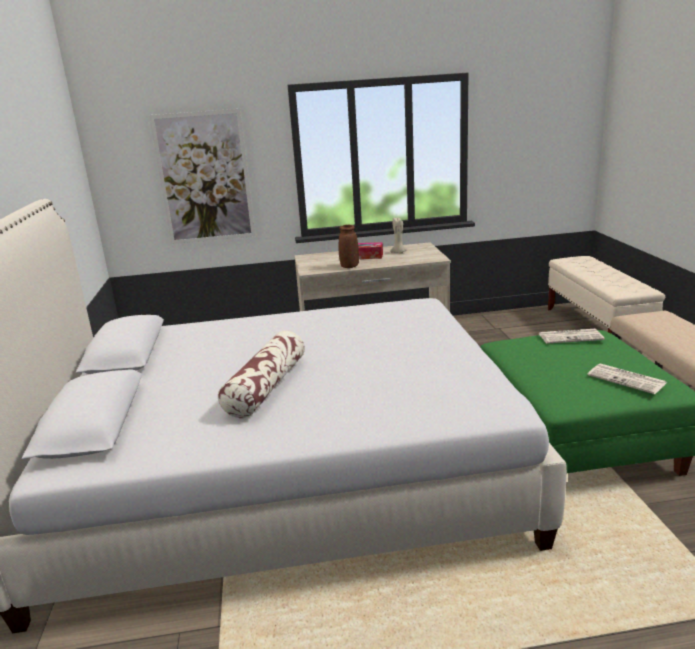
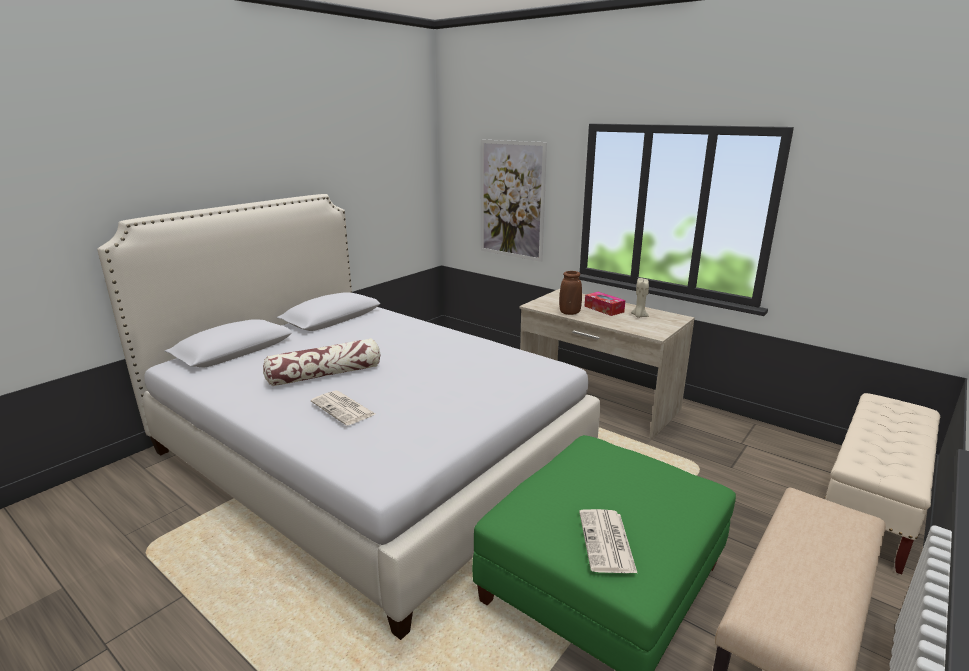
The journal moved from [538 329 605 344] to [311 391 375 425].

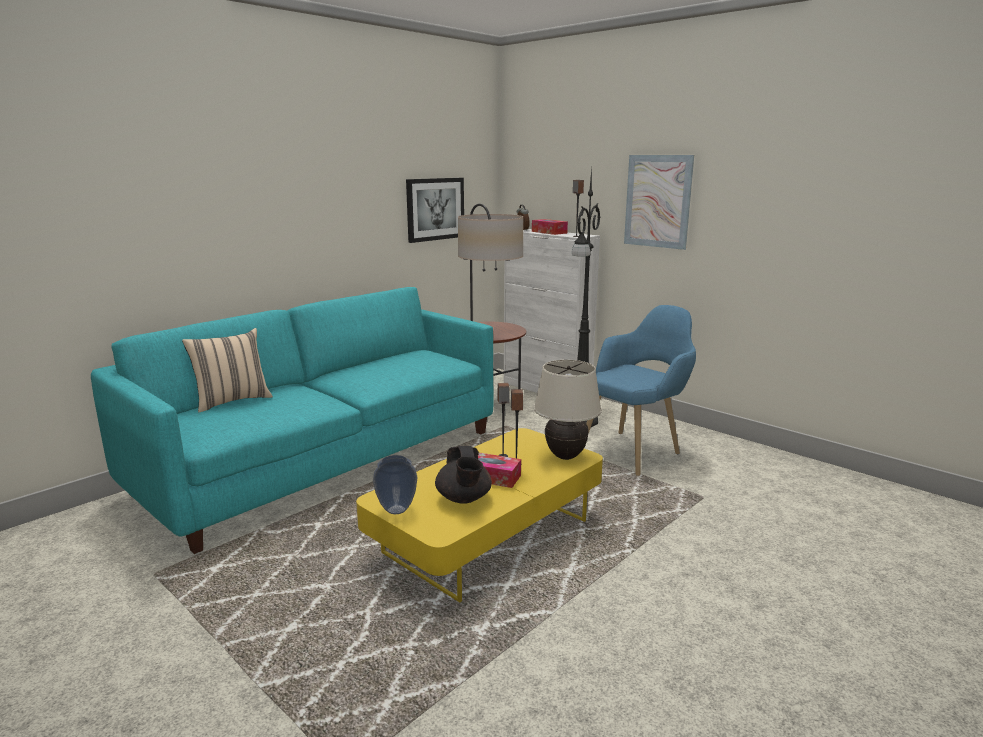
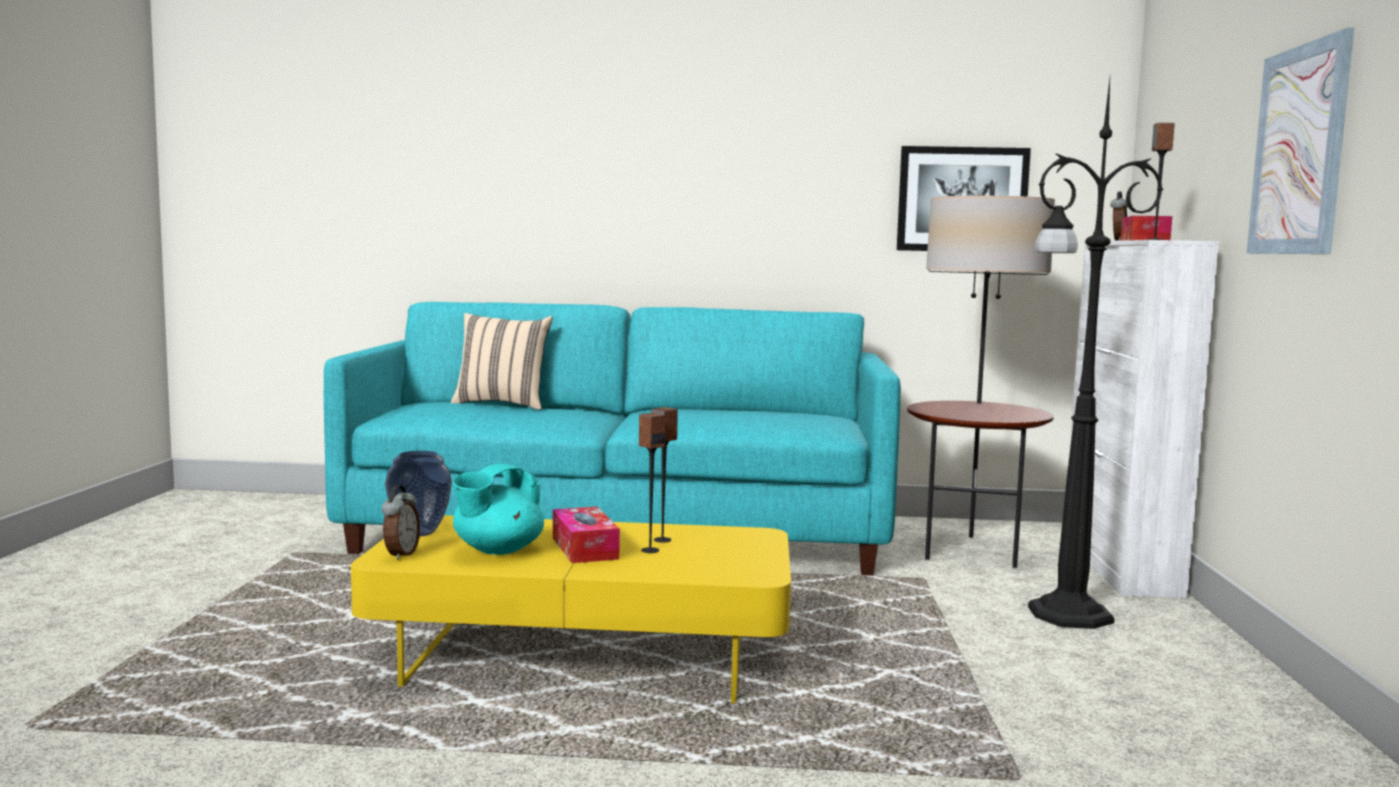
The fauteuil/bleu at [586 305 696 476] disappeared. The lampe de table/beige at [534 360 602 460] disappeared. The théière/noir at [435 446 492 504] became the théière/turquoise at [453 463 544 555]. The réveil at [382 485 420 560] appeared.

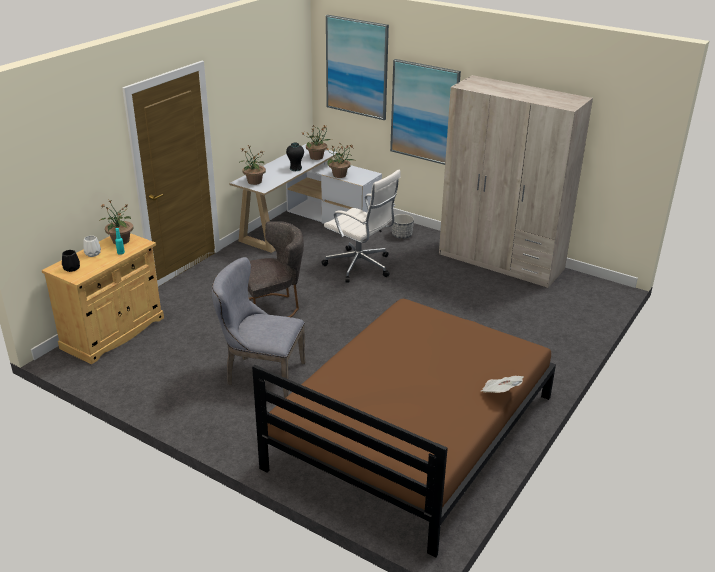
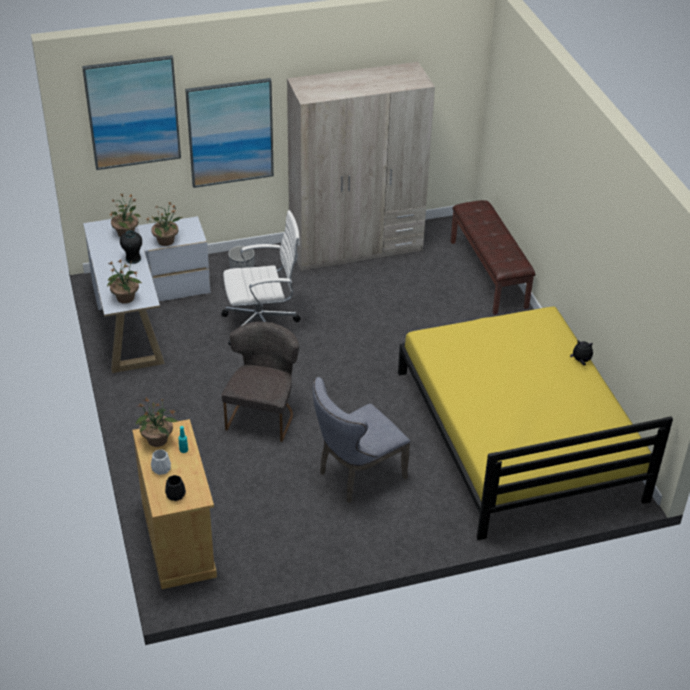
The lit/marron at [252 299 556 558] became the lit/jaune at [398 307 673 540]. The journal at [480 376 524 393] was replaced by the peluche at [570 340 593 366]. The banc/marron at [451 200 535 315] appeared.

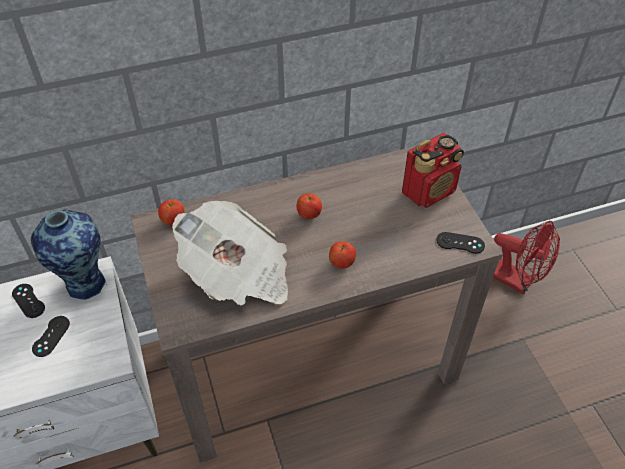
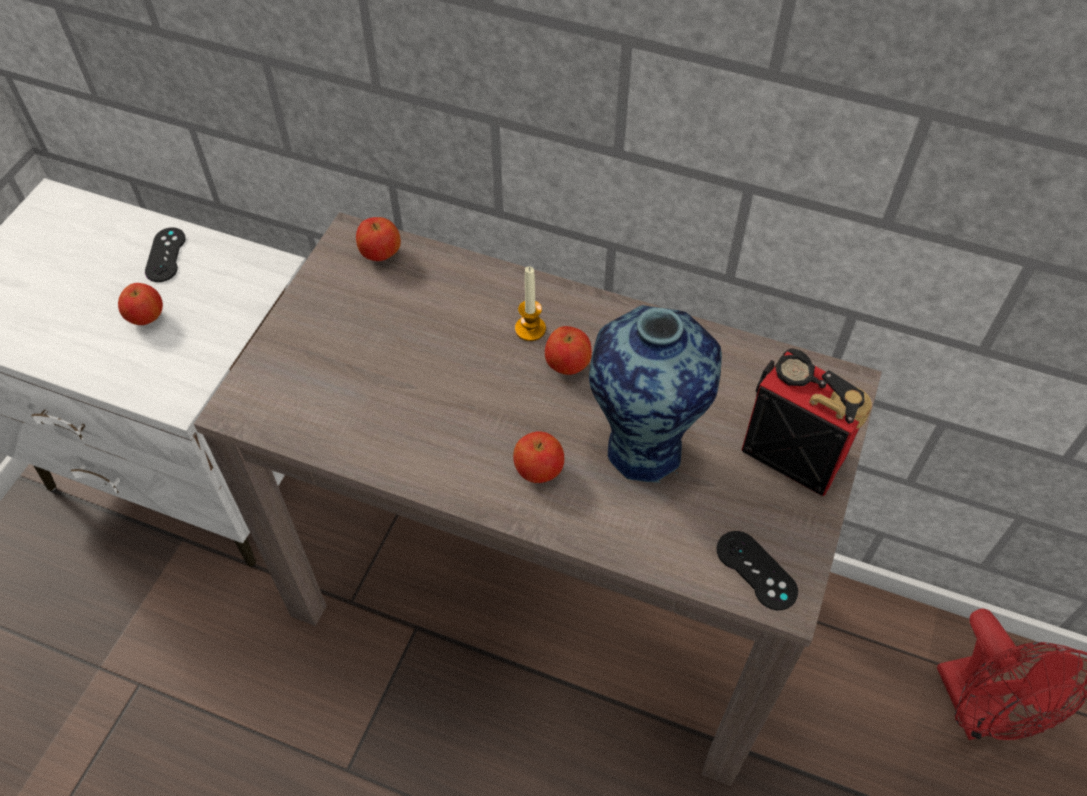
The radio at [402 133 464 208] turned 150 degrees counterclockwise. The journal at [172 201 288 305] disappeared. The vase moved from [31 210 107 300] to [589 305 722 483]. The manette/noir at [32 316 70 357] was replaced by the pomme at [118 283 163 325]. The bougie at [515 266 546 341] appeared.

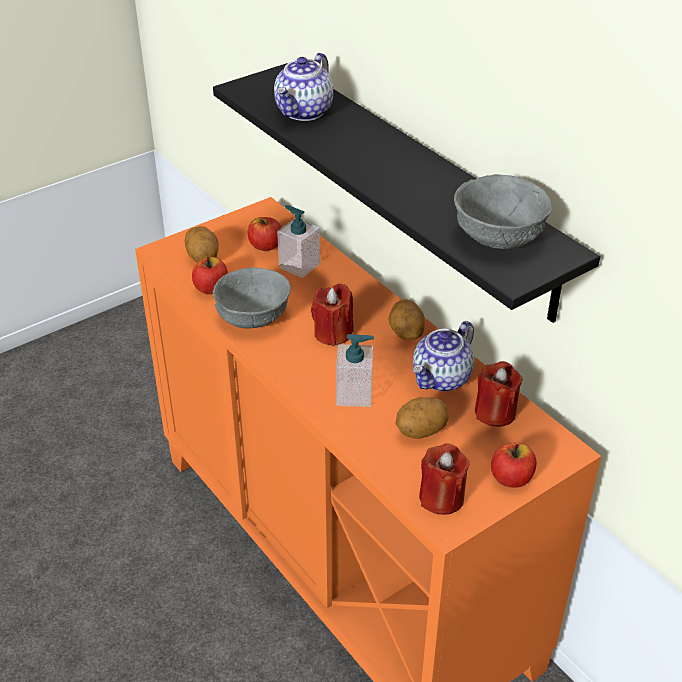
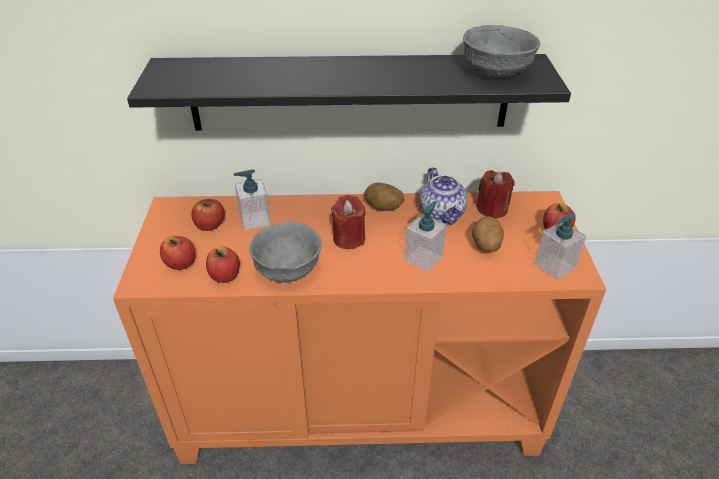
The théière at [274 53 333 121] disappeared. The pomme de terre at [185 226 219 263] was replaced by the pomme at [160 236 196 270]. The bougie/rouge at [419 443 470 515] was replaced by the distributeur de savon at [534 213 586 280].

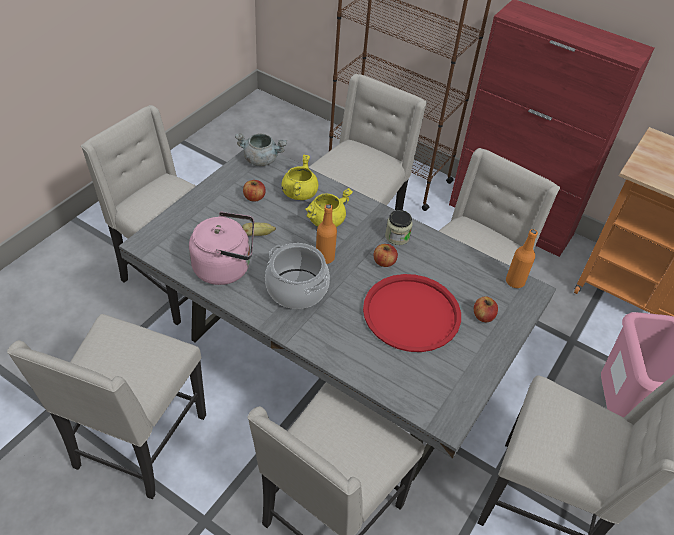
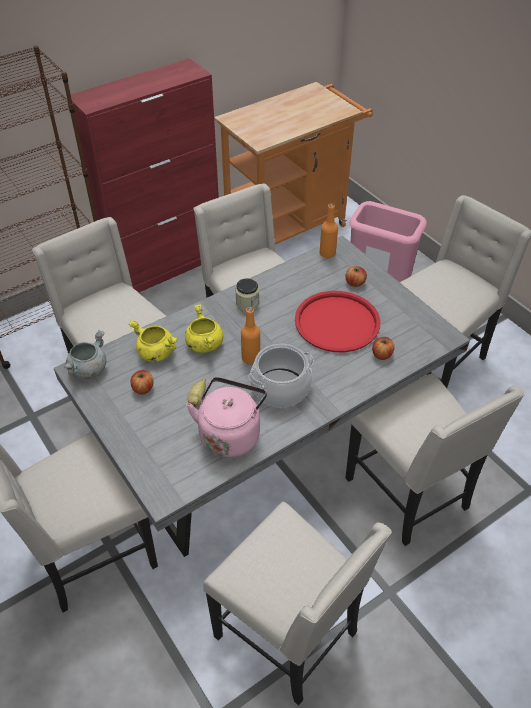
The pomme moved from [374 244 398 267] to [372 337 395 360].

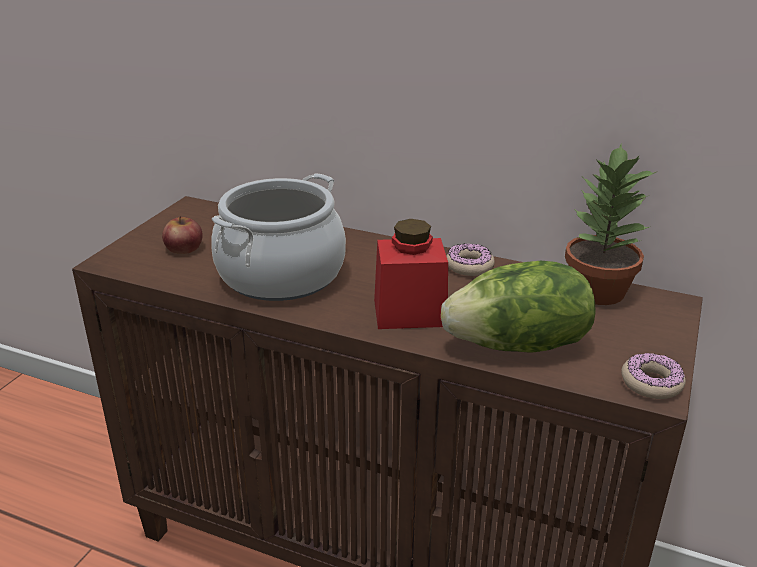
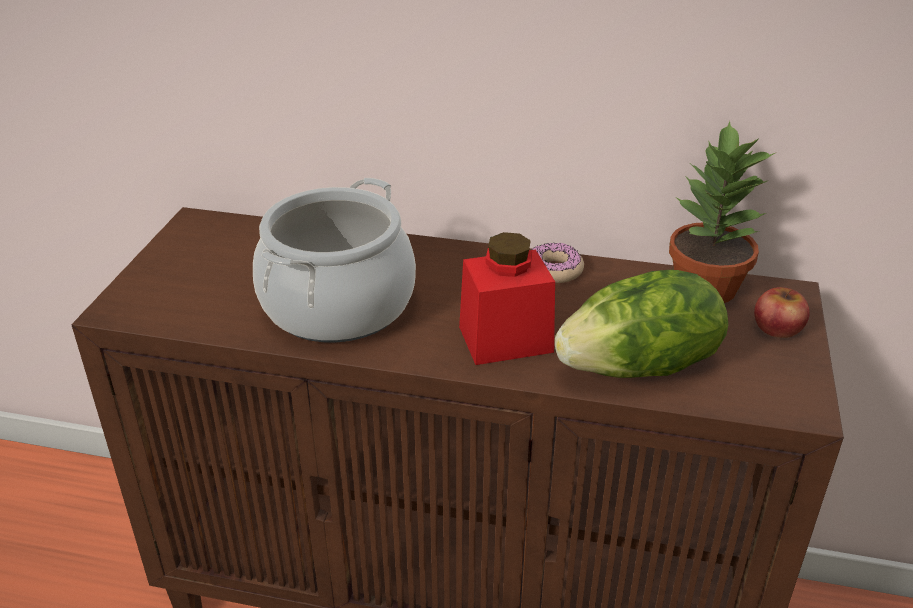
The pomme moved from [162 216 203 254] to [754 287 810 338]. The beignet at [621 352 686 399] disappeared.

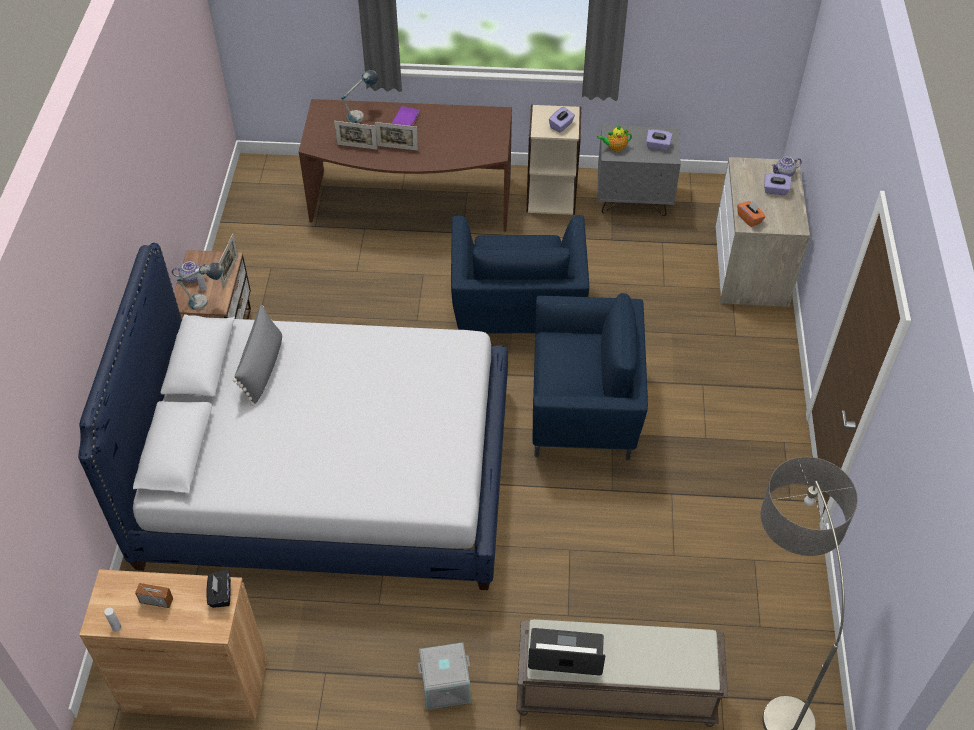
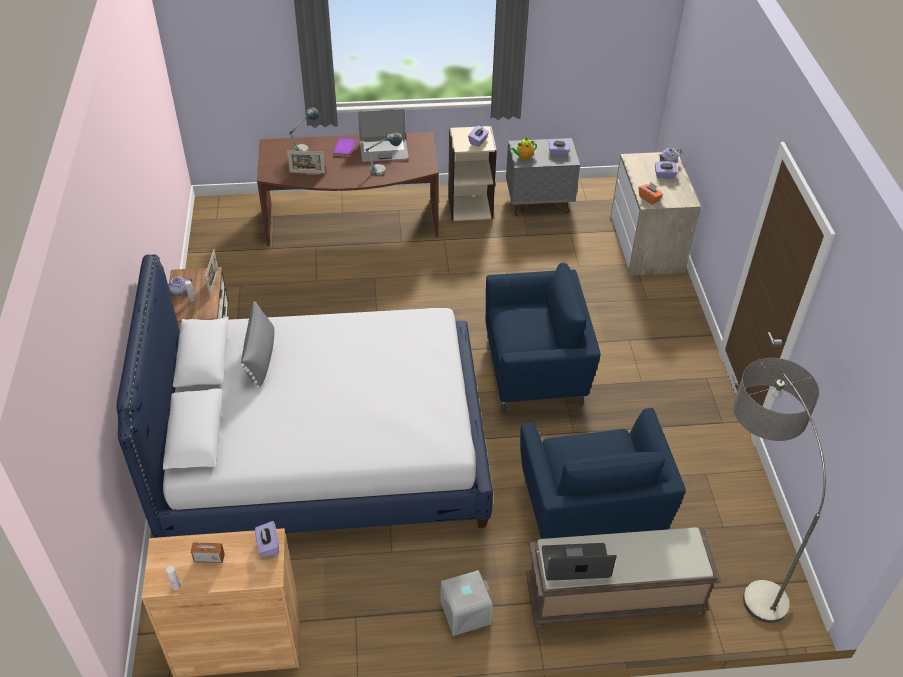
The cadre photo at [375 122 418 151] disappeared. The fauteuil/bleu moved from [451 215 589 333] to [520 408 686 539]. The lampe de table moved from [177 263 223 310] to [365 133 402 175]. The boîte à mouchoirs/noir at [207 570 231 608] became the boîte à mouchoirs/violet at [255 521 279 557]. The ordinateur portable at [358 109 409 162] appeared.

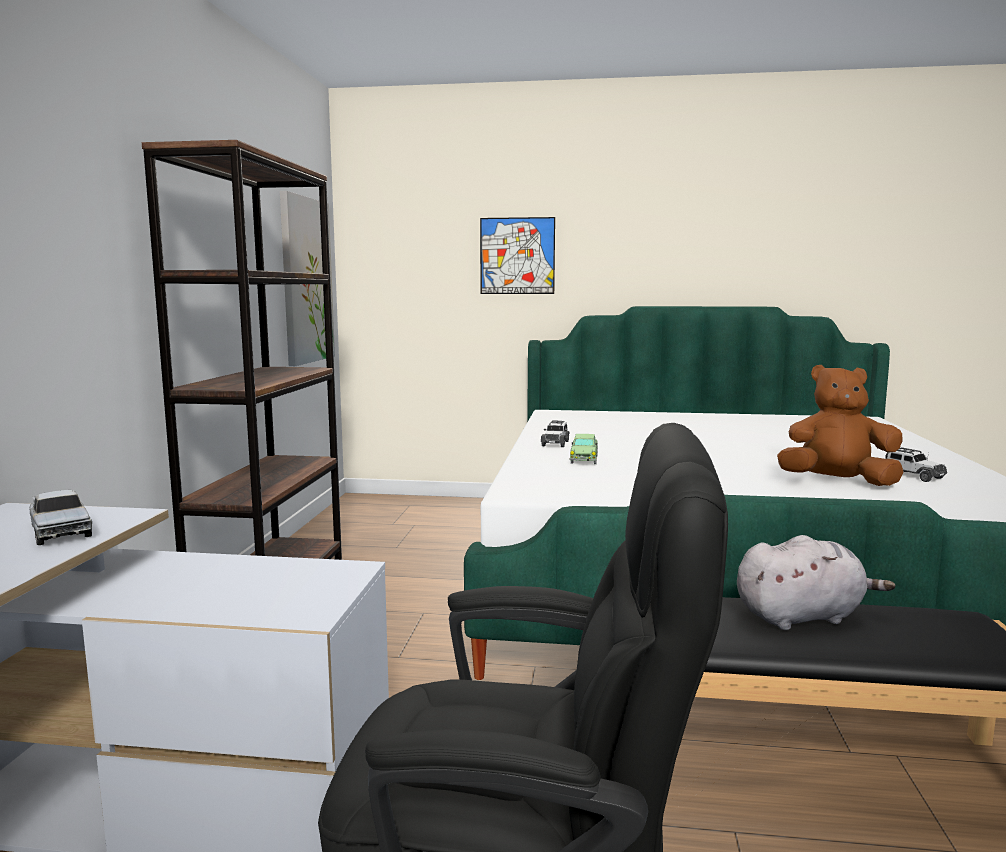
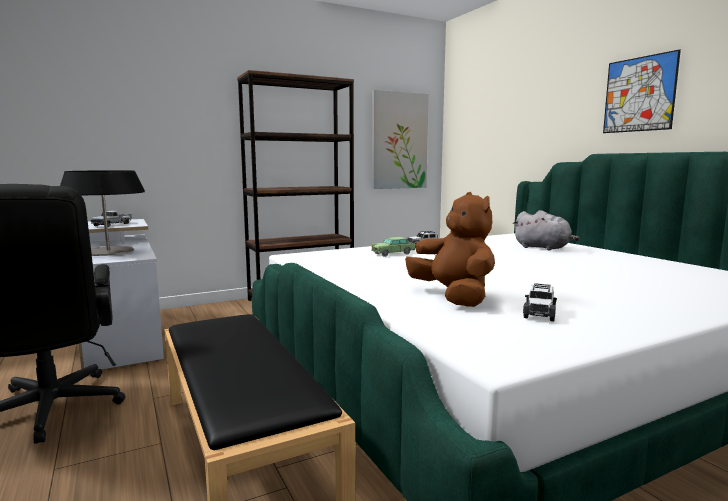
The tableau moved from [480 217 555 294] to [603 49 681 133]. The peluche/gris moved from [737 535 895 630] to [513 210 579 251]. The lampe de table at [60 170 145 256] appeared.

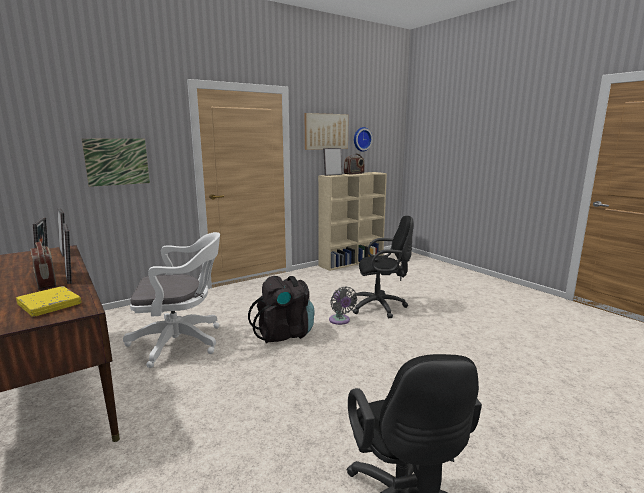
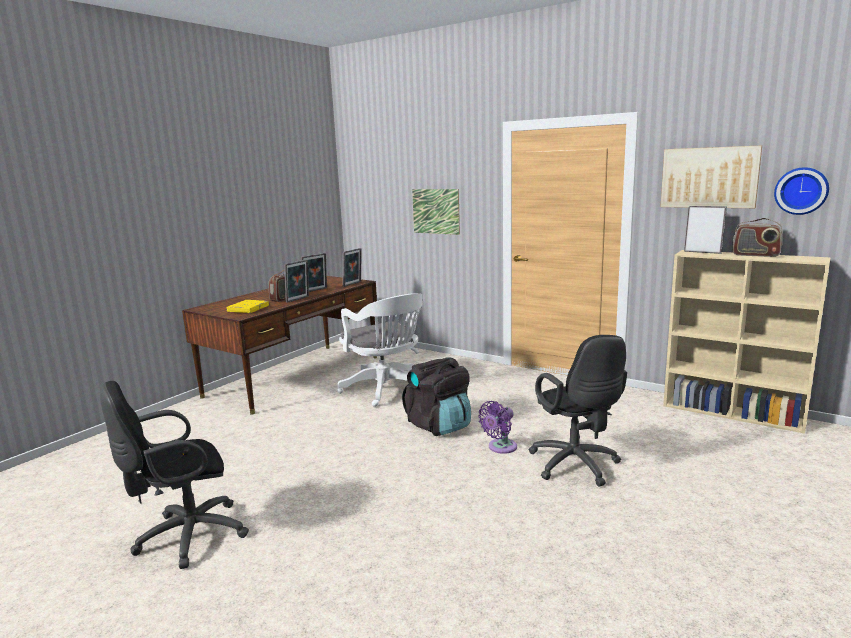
The ventilateur/gris at [329 286 357 325] became the ventilateur/violet at [478 401 517 454].

